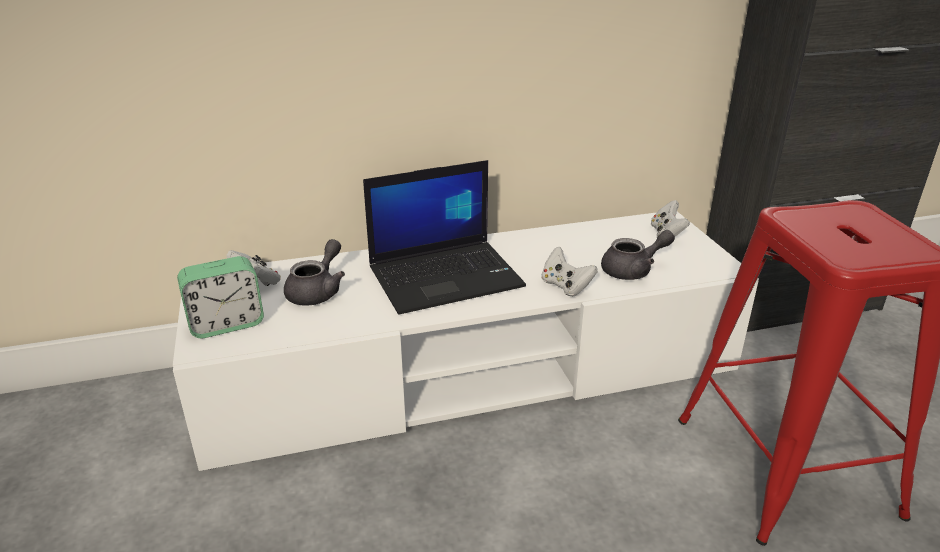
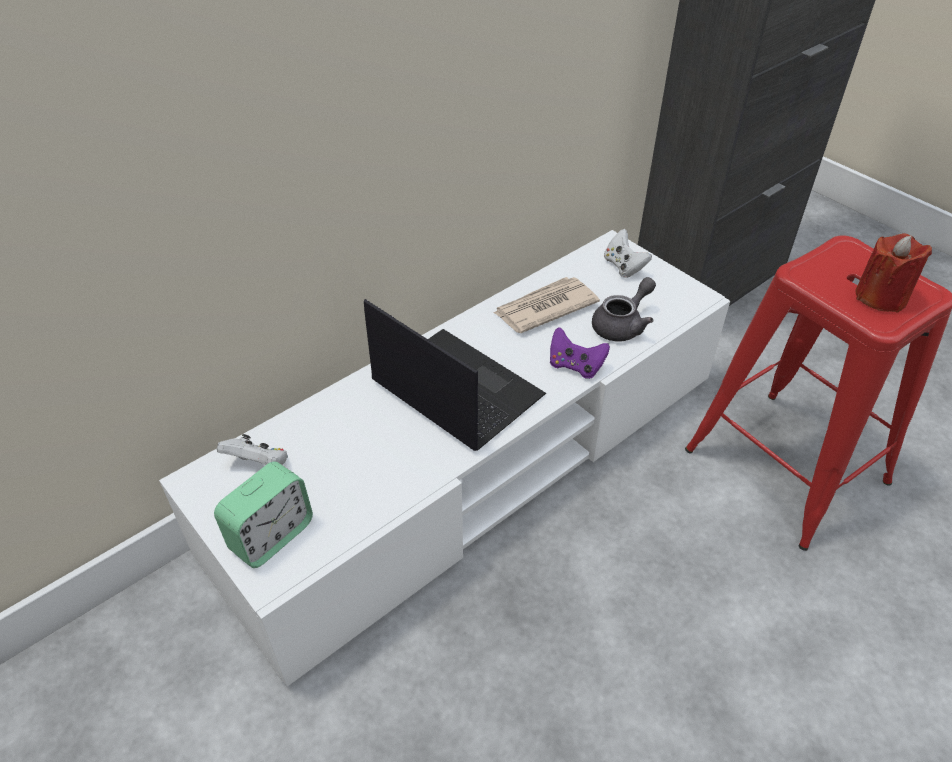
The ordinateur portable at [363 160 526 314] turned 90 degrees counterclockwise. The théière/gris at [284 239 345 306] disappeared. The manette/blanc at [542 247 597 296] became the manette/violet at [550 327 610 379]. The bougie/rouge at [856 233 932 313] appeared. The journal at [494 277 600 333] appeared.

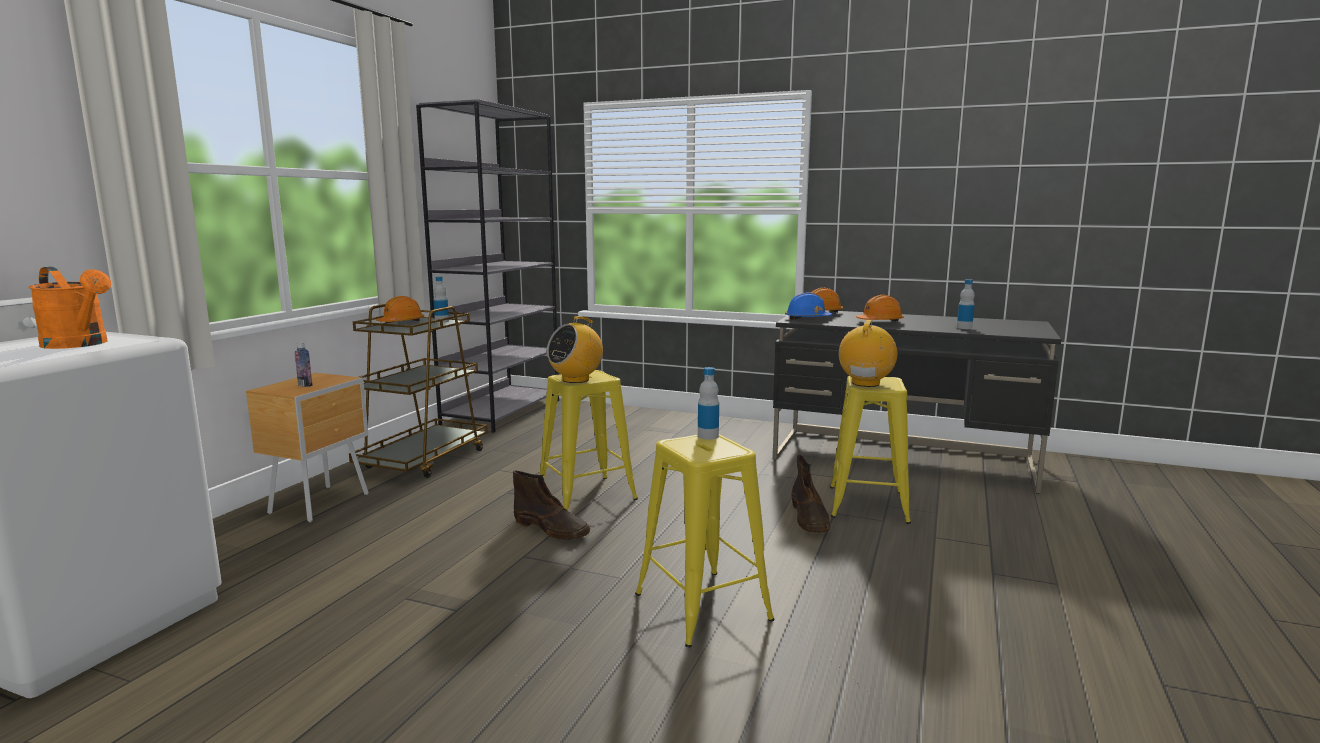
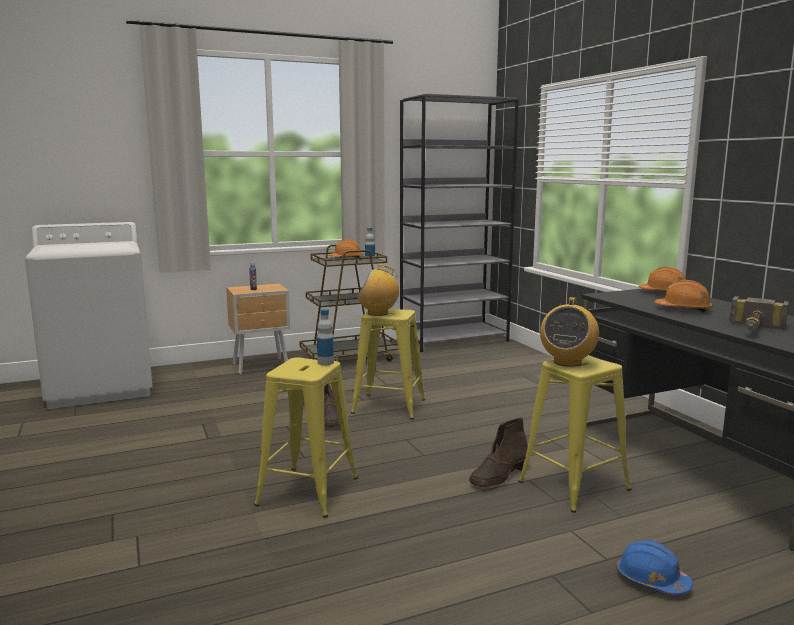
The arrosoir/orange at [29 267 111 349] disappeared. The bouteille at [957 279 975 329] was replaced by the marteau at [729 296 789 331]. The casque de chantier/bleu moved from [785 292 833 320] to [616 539 693 595]. The radio at [839 320 897 387] turned 135 degrees clockwise.

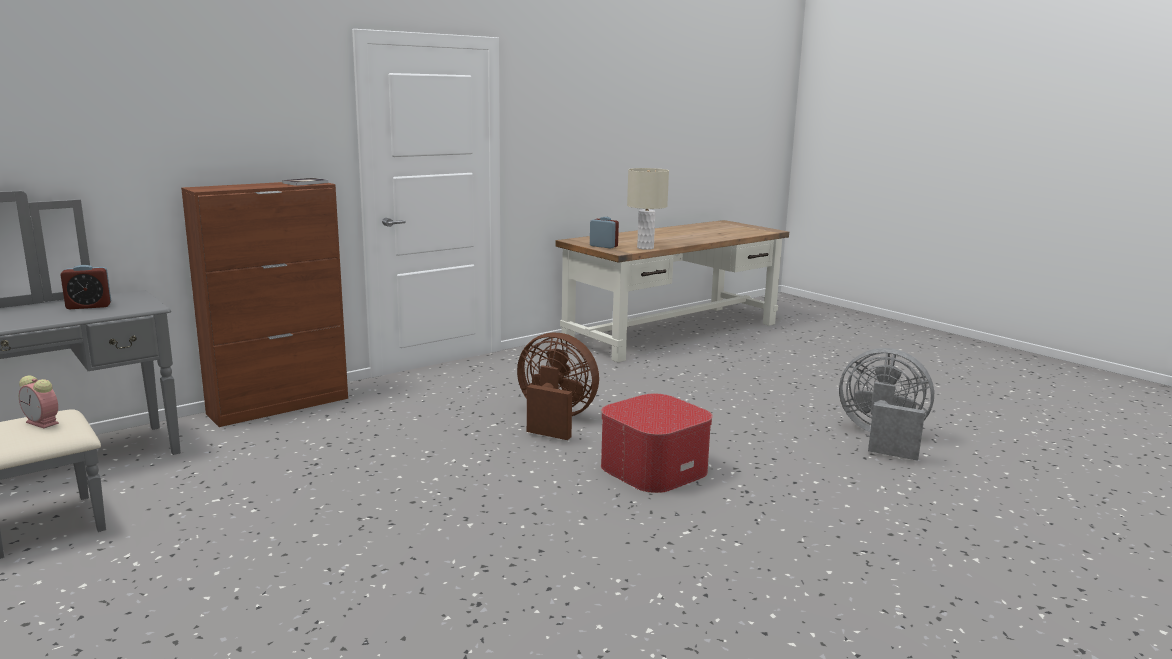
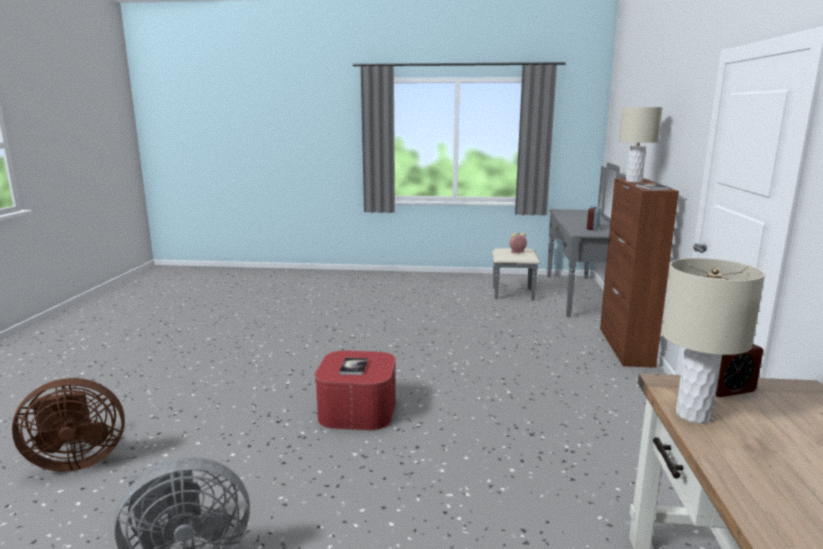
The ventilateur/marron moved from [517 333 599 440] to [12 378 125 472]. The lampe de table/beige at [619 107 663 182] appeared. The livre at [339 357 368 375] appeared.

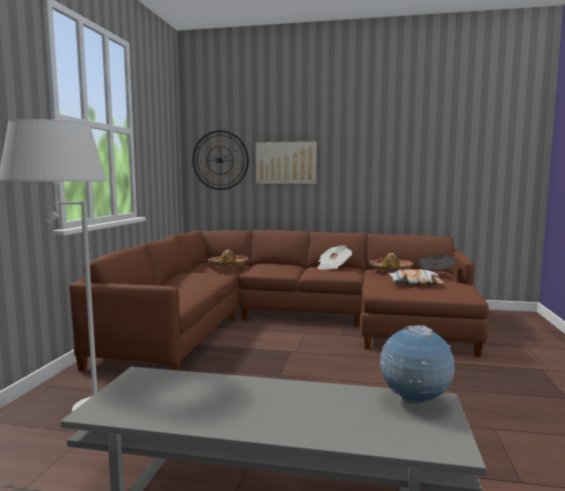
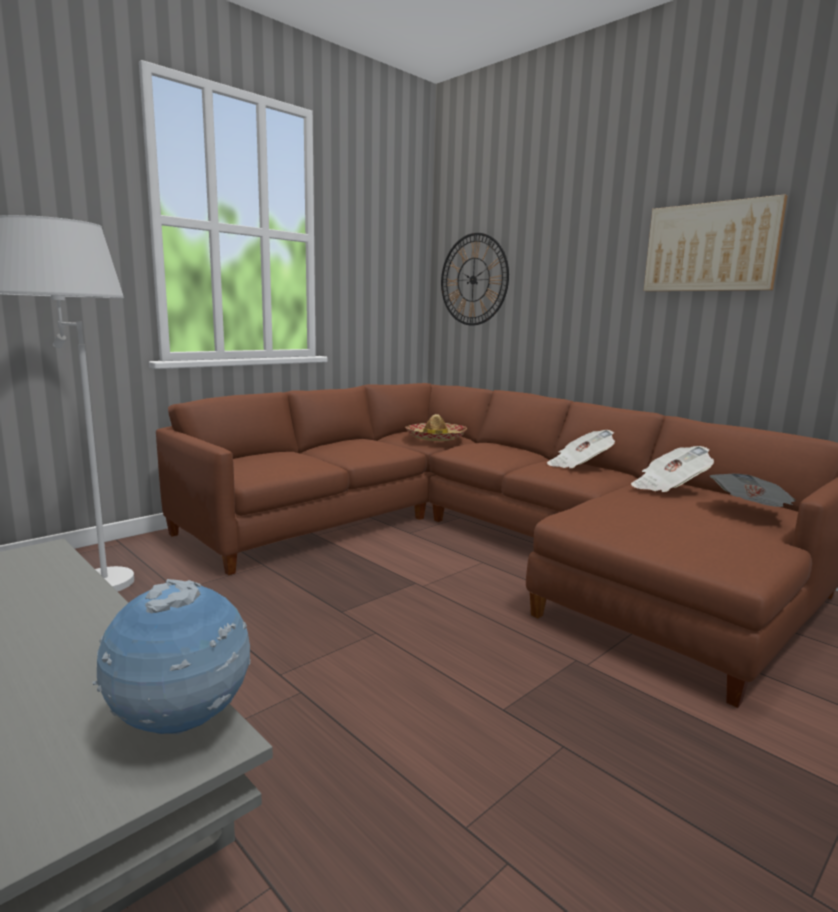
The tableau moved from [255 141 317 184] to [644 194 787 291]. The chapeau at [369 253 414 272] was replaced by the journal at [631 446 714 492]. The coussin at [388 269 445 285] disappeared.

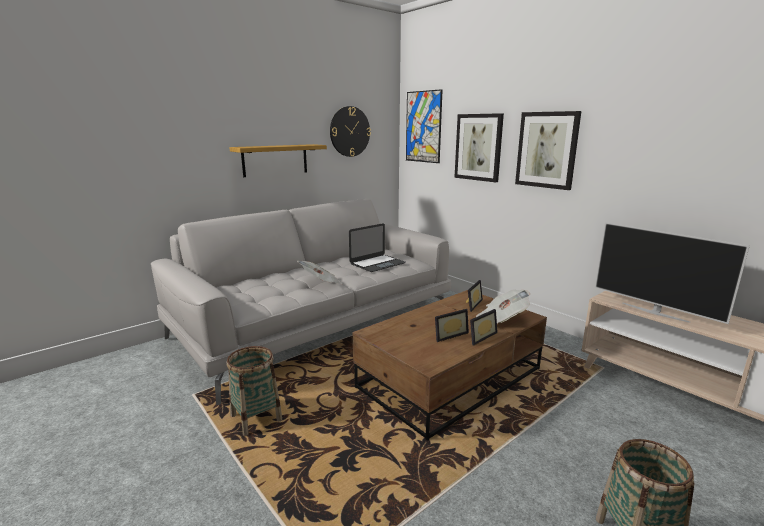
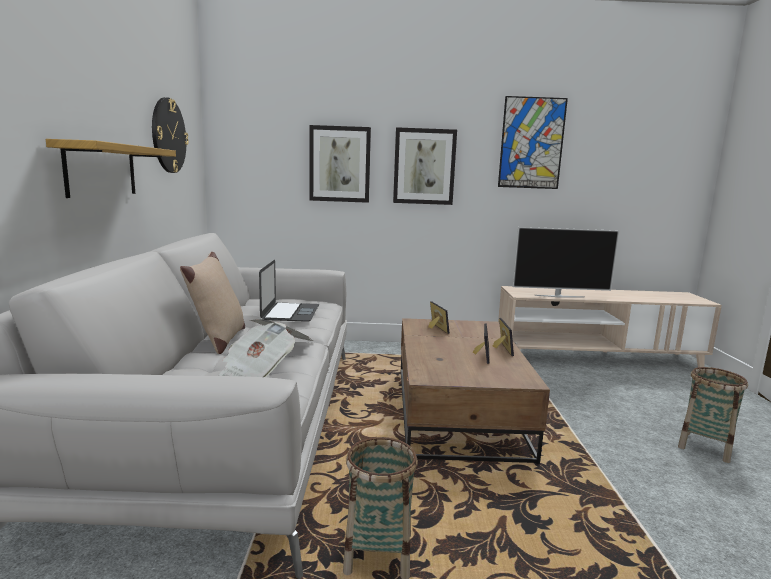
The tableau moved from [406 89 443 163] to [498 96 568 189]. The journal moved from [476 289 530 324] to [218 322 295 377]. The coussin/beige at [180 252 245 354] appeared.

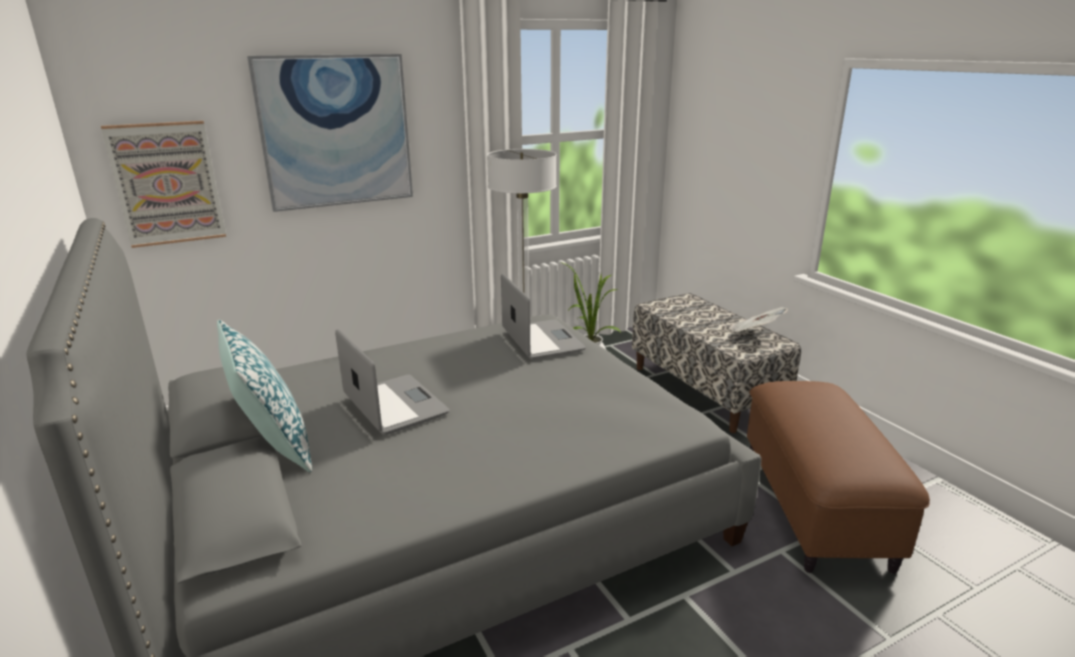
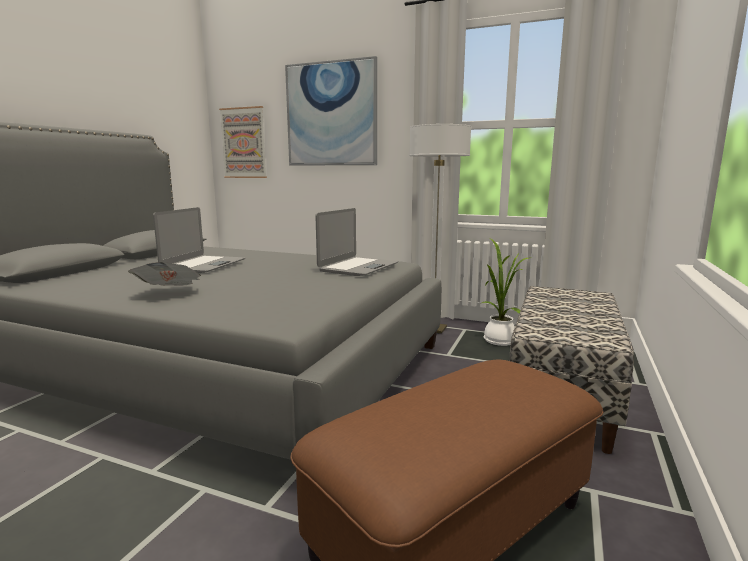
The journal moved from [731 307 788 333] to [128 262 201 286]. The coussin at [217 320 312 472] disappeared.

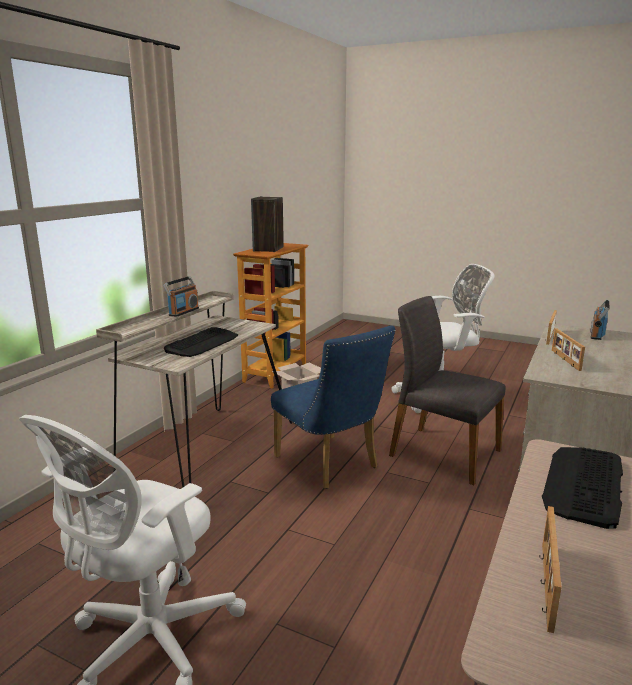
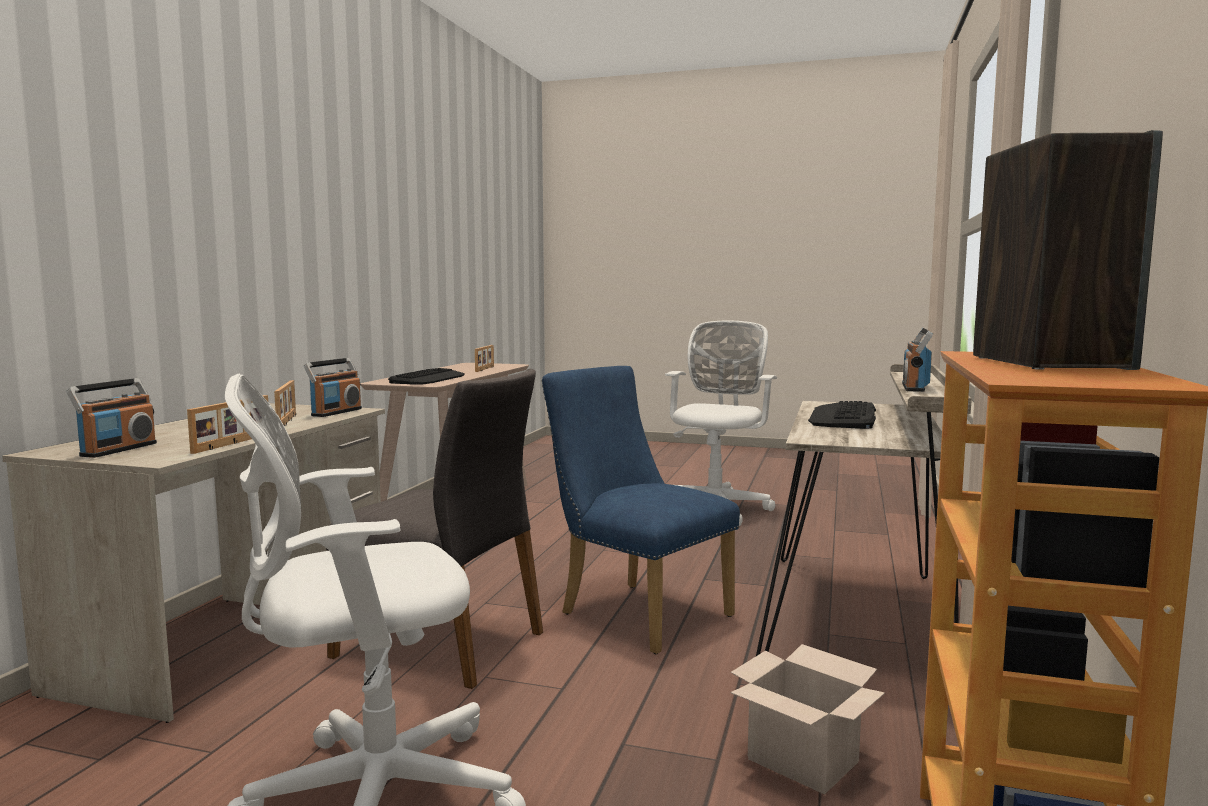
The radio at [304 358 362 417] appeared.

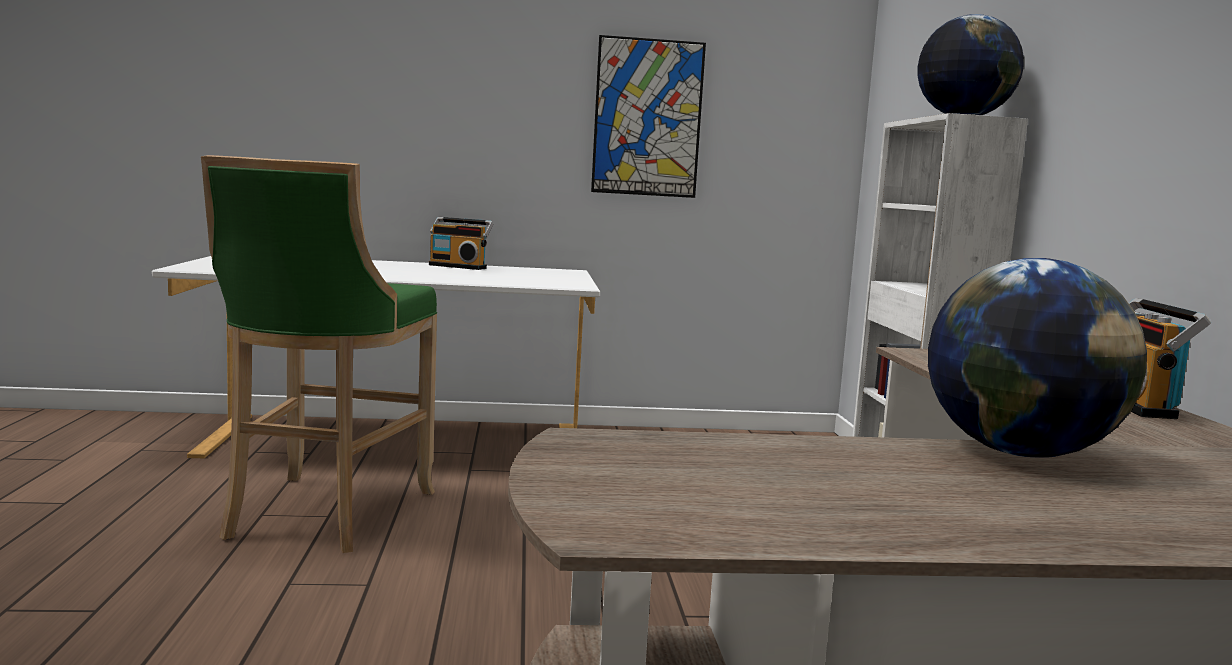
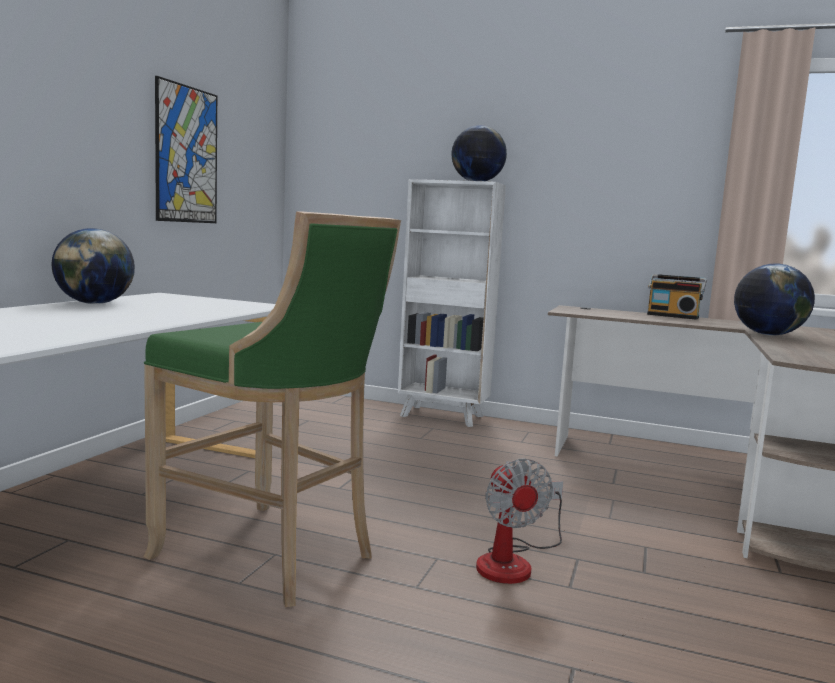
The radio at [429 217 493 270] was replaced by the globe at [51 228 135 304]. The ventilateur at [476 458 563 584] appeared.

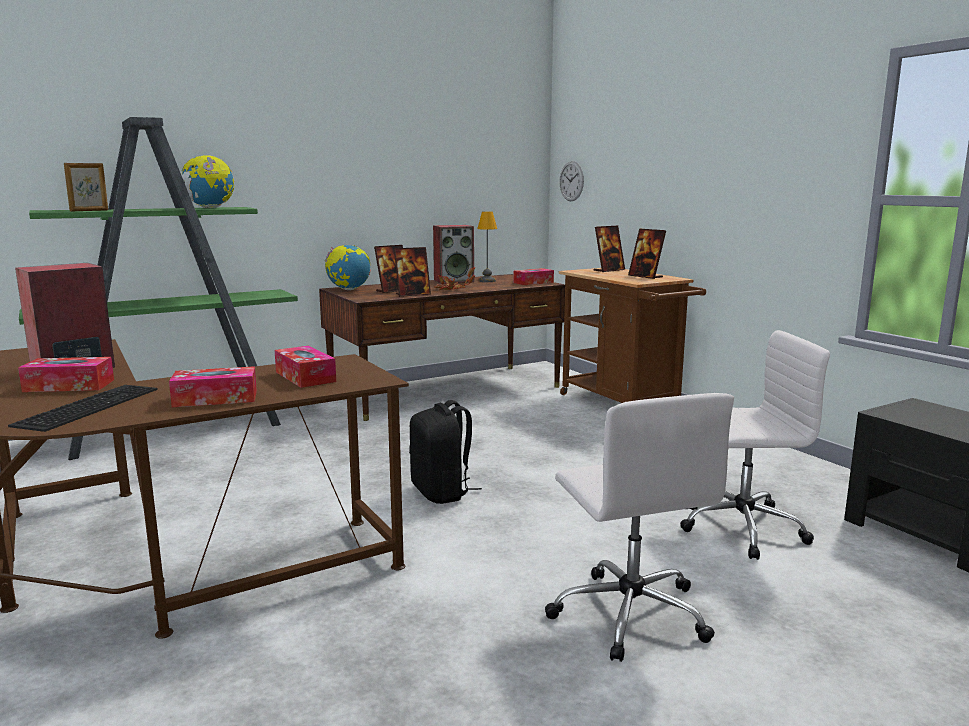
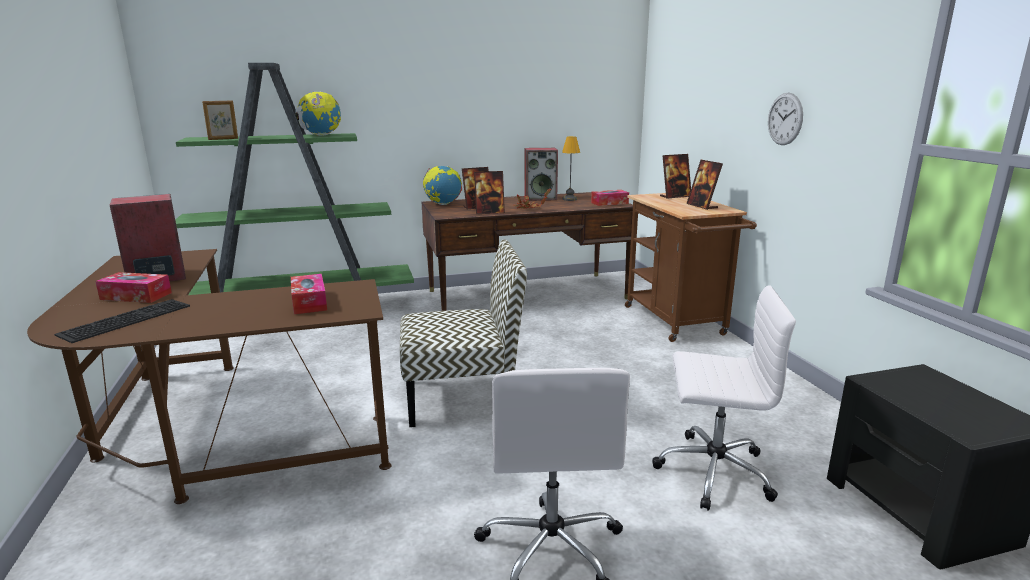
The horloge murale moved from [559 161 584 201] to [768 93 803 145]. The boîte à mouchoirs at [169 366 257 407] disappeared. The sac à dos/noir at [409 400 482 504] was replaced by the chaise at [400 239 527 427].

